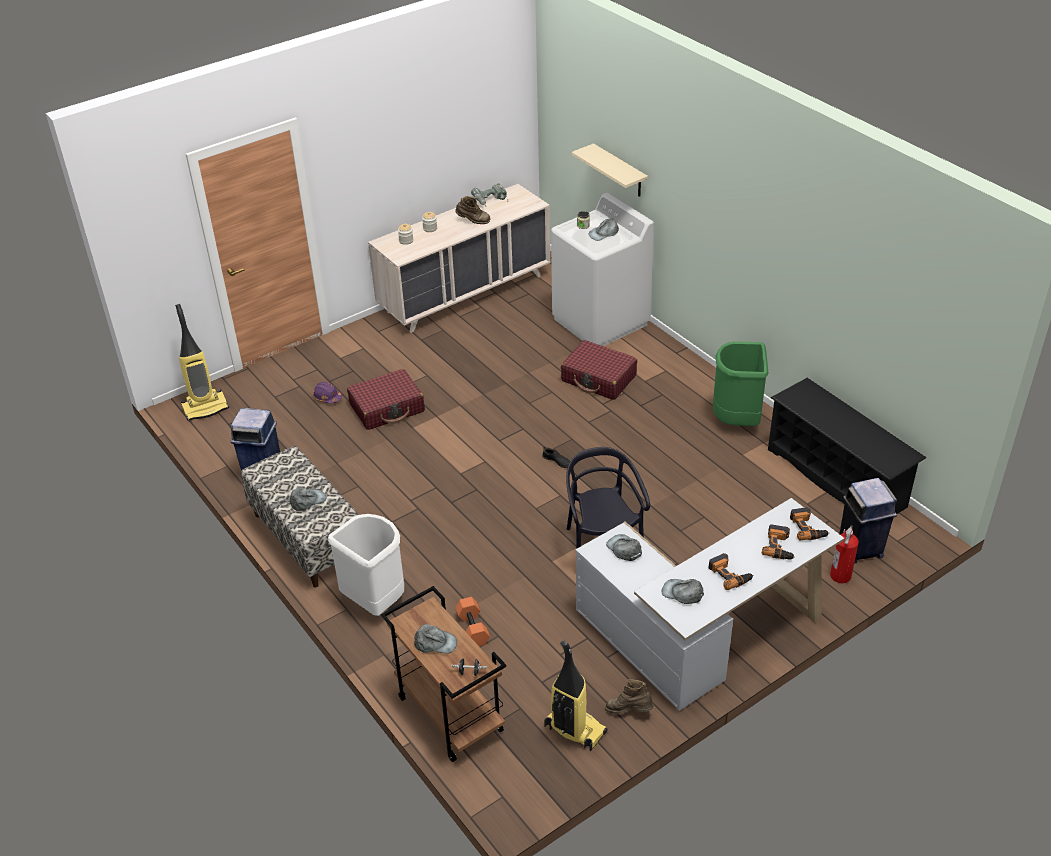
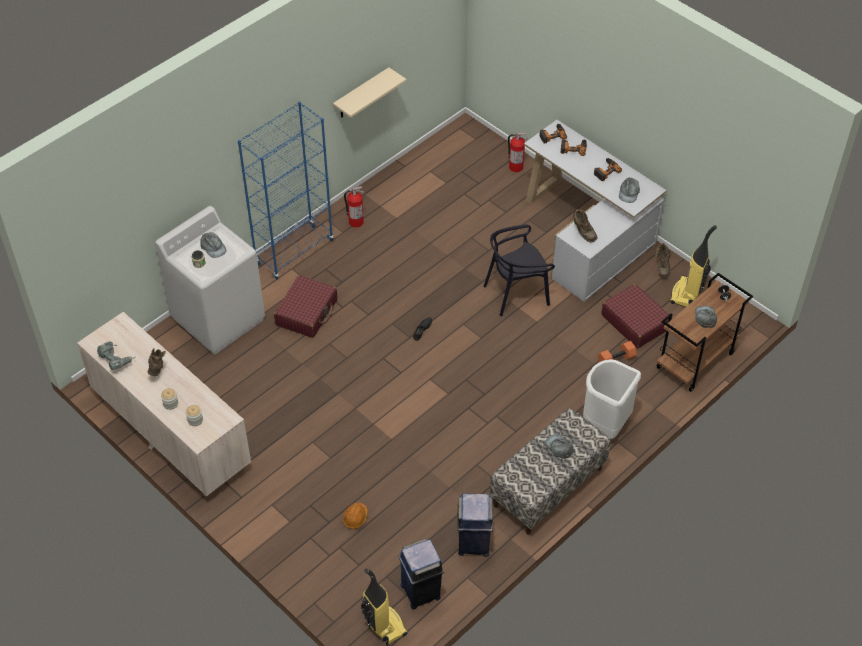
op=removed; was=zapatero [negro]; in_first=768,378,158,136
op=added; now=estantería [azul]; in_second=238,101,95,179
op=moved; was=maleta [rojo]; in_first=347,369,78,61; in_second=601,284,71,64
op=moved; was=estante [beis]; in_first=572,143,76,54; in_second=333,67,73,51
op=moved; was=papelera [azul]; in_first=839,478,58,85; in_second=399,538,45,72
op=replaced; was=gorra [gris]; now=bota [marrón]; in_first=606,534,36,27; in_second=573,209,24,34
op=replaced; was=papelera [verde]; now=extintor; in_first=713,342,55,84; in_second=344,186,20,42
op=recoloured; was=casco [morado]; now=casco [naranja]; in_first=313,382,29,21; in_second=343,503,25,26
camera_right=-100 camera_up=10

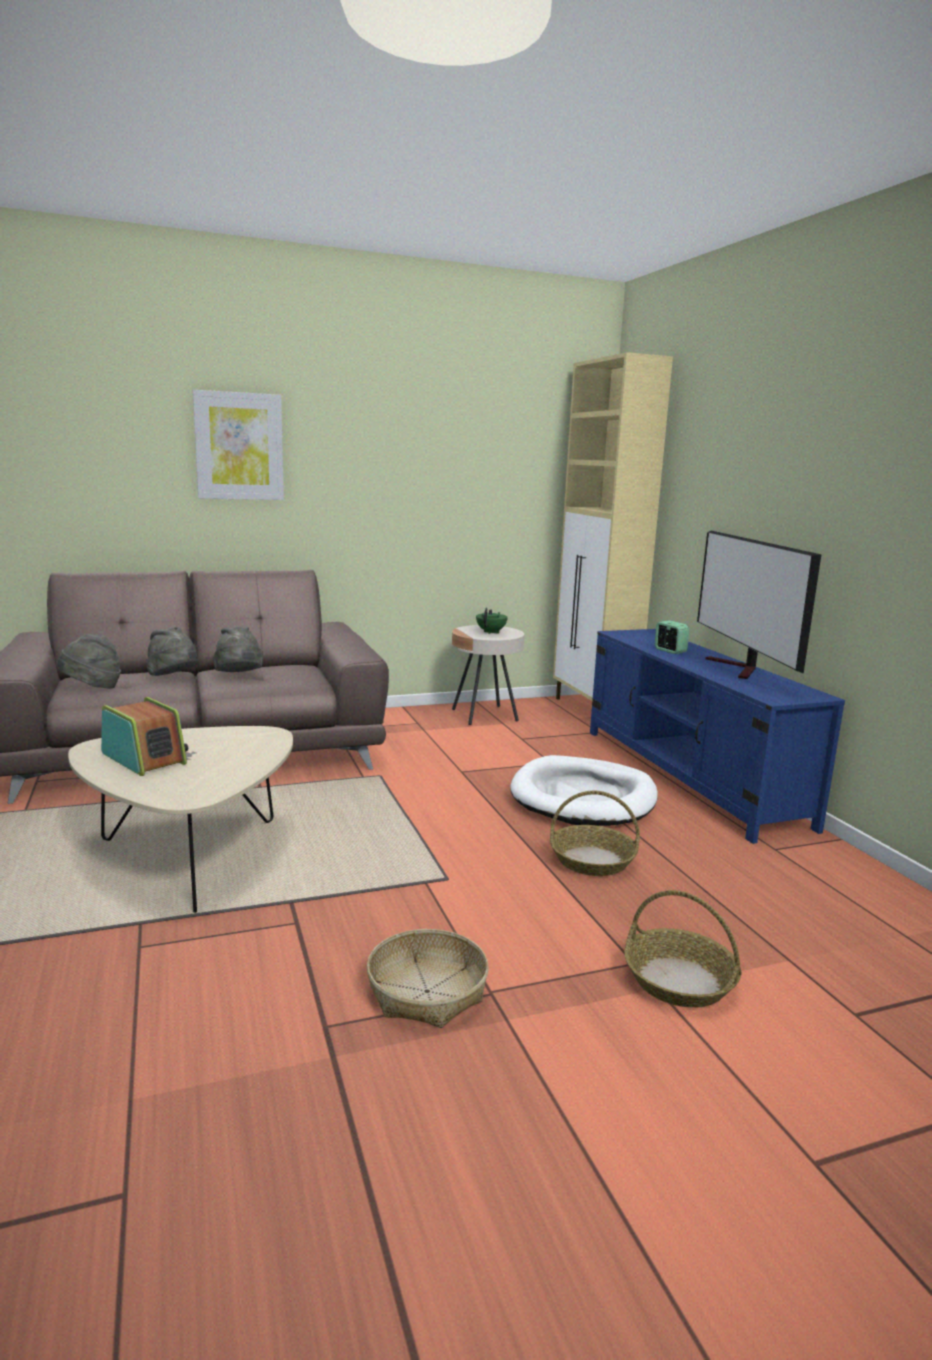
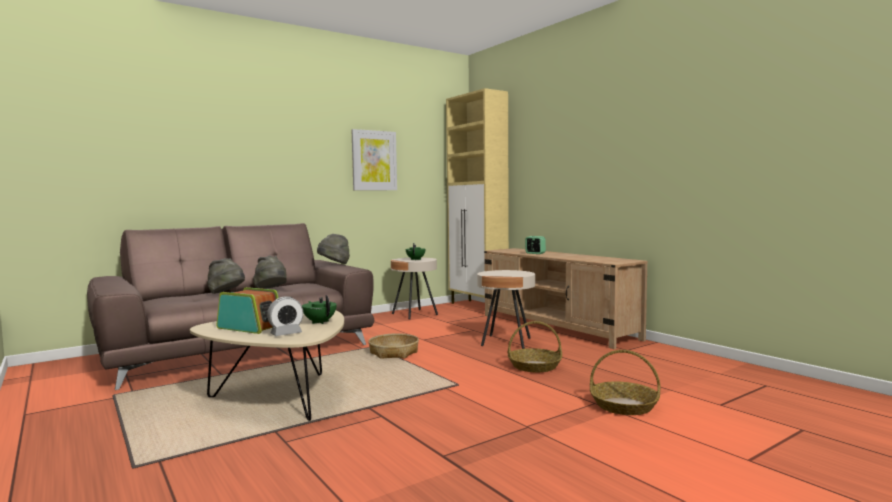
op=removed; was=televisor; in_first=697,531,124,148
op=added; now=despertador; in_second=267,296,36,40
op=added; now=tetera [verde]; in_second=302,295,35,29
op=moved; was=sombrero [gris]; in_first=58,634,63,55; in_second=317,234,33,30
op=moved; was=cuadro; in_first=193,390,91,110; in_second=351,129,46,61
op=moved; was=cesta; in_first=367,929,122,99; in_second=368,333,51,25
op=replaced; was=cama para perro [blanco]; now=mesa auxiliar [beis]; in_first=510,755,148,71; in_second=477,270,58,79
op=recoloured; was=mueble de televisión [azul]; now=mueble de televisión [beis]; in_first=590,629,255,215; in_second=484,248,164,101
camera_right=-15 camera_up=-10

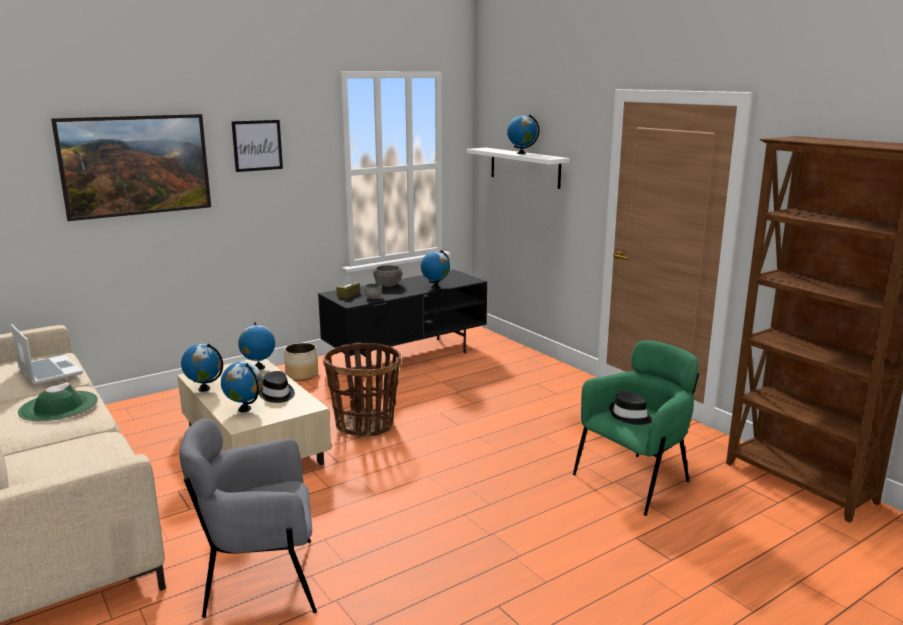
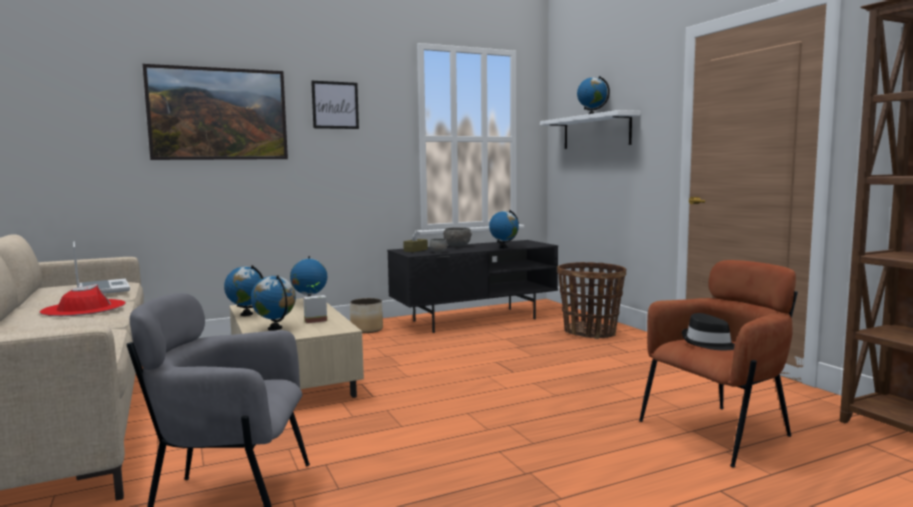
op=moved; was=cesta; in_first=323,342,78,95; in_second=557,262,69,77
op=replaced; was=sombrero [negro]; now=planta en maceta; in_first=259,371,36,32; in_second=303,282,24,41
op=recoloured; was=sombrero [verde]; now=sombrero [rojo]; in_first=18,382,80,39; in_second=39,284,87,33
op=recoloured; was=sillón [verde]; now=sillón [marrón]; in_first=573,340,126,176; in_second=639,260,159,208
camera_right=10 camera_up=-10

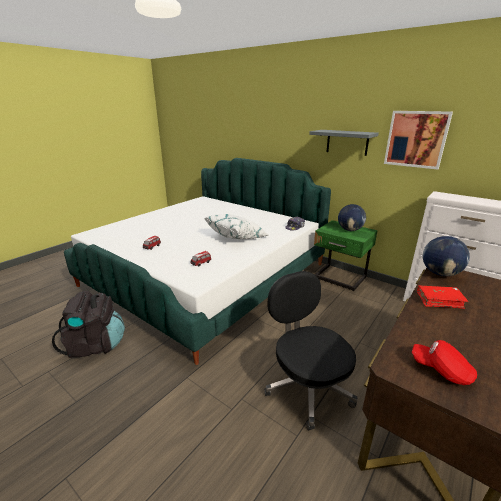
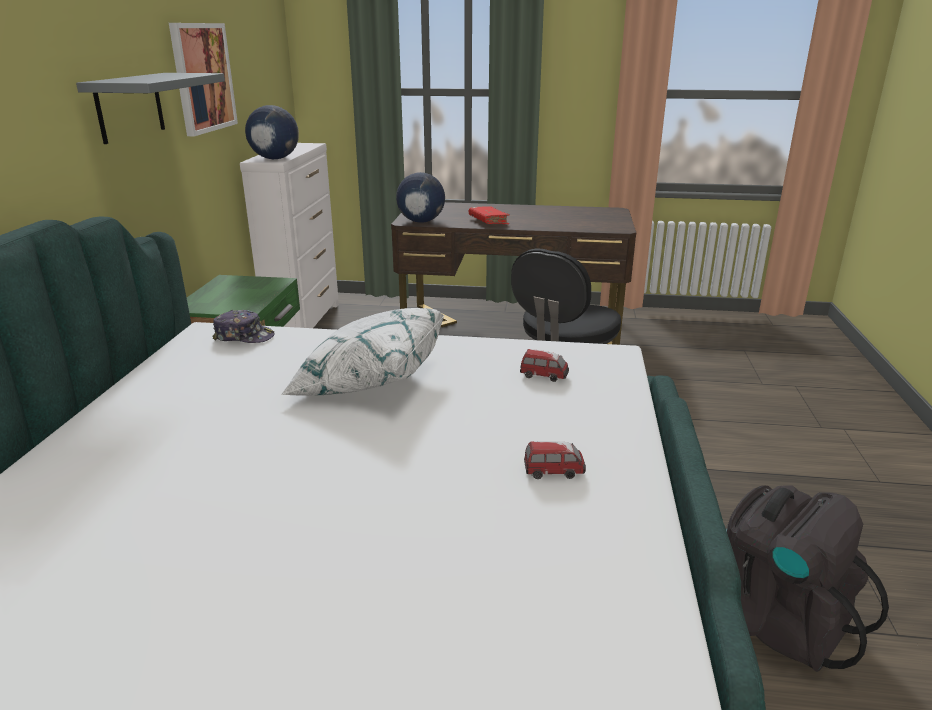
op=removed; was=gorra [rojo]; in_first=412,340,65,45
op=moved; was=globo terráqueo; in_first=338,204,28,27; in_second=245,105,54,54
camera_right=-120 camera_up=0

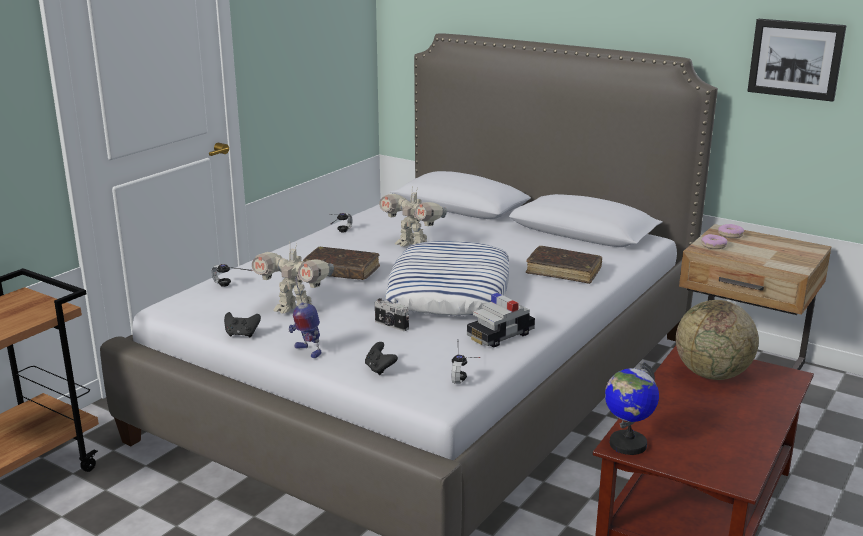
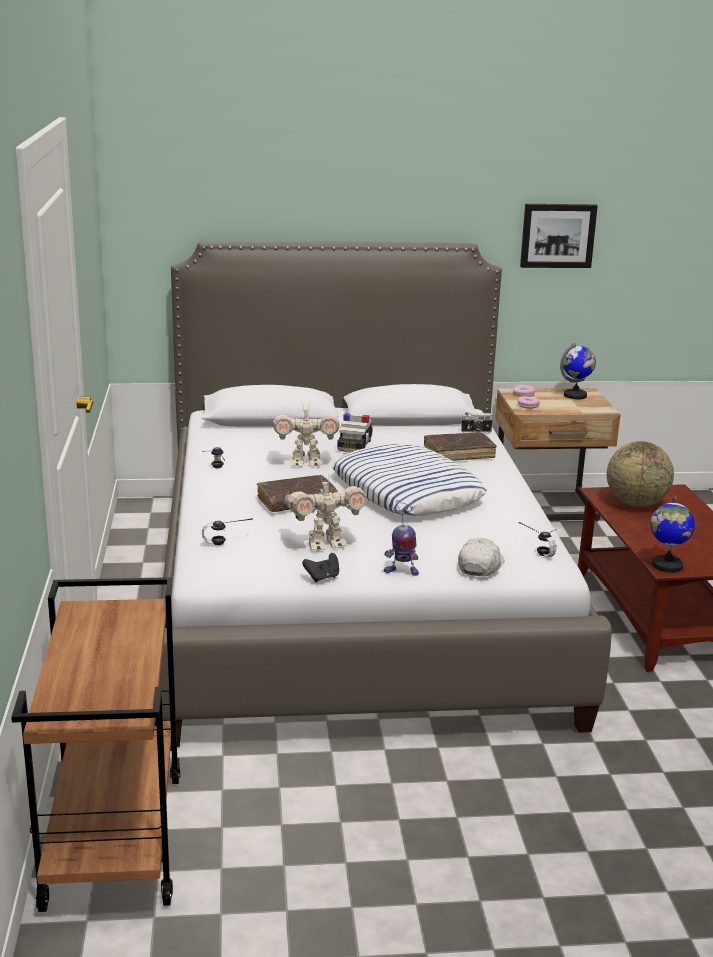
op=added; now=globo terráqueo; in_second=560,343,36,56
op=moved; was=cámara; in_first=375,298,34,33; in_second=461,412,32,21
op=moved; was=coche de juguete; in_first=467,293,68,55; in_second=337,413,36,40
op=replaced; was=mando de consola [negro]; now=gorra [blanco]; in_first=365,342,33,33; in_second=458,538,47,38
camera_right=-40 camera_up=0

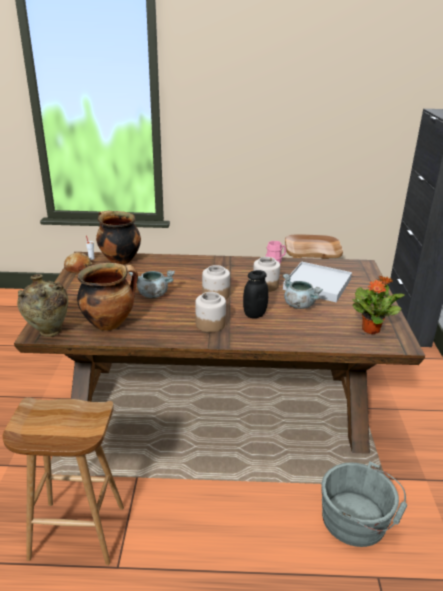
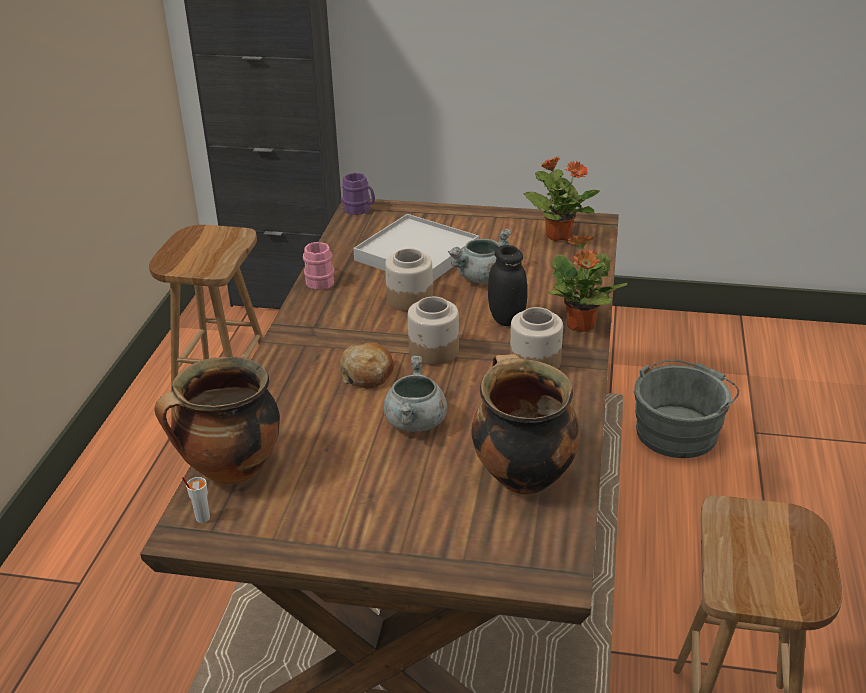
op=removed; was=florero [beis]; in_first=17,274,51,63
op=added; now=taza grande [morado]; in_second=342,173,33,42
op=added; now=planta en maceta; in_second=547,235,80,97
op=moved; was=pan; in_first=64,252,28,22; in_second=339,342,55,47
camera_right=-80 camera_up=5

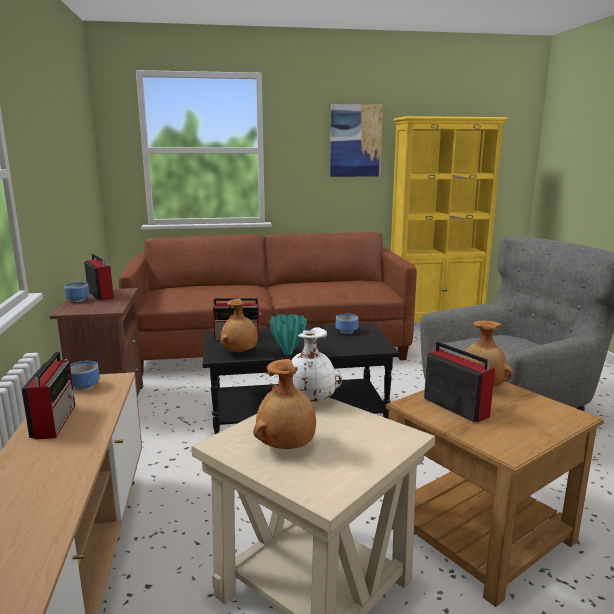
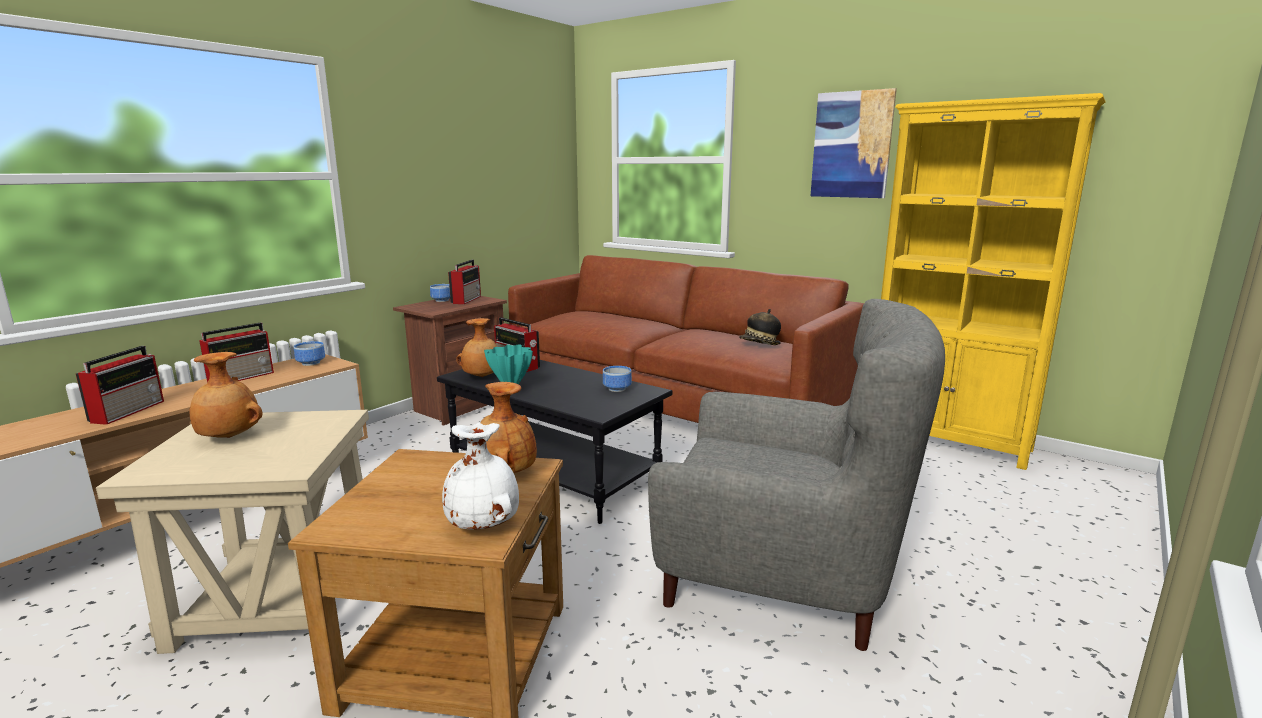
op=added; now=sombrero; in_second=739,309,42,36
op=moved; was=florero [blanco]; in_first=291,327,51,75; in_second=442,423,77,106
op=moved; was=radio; in_first=424,342,71,80; in_second=76,346,88,79
camera_right=45 camera_up=0

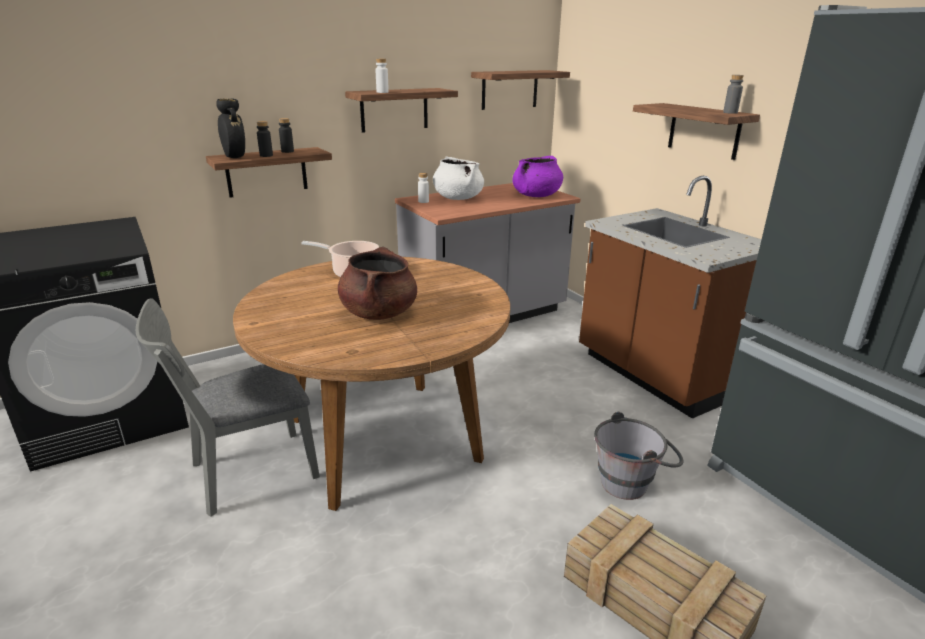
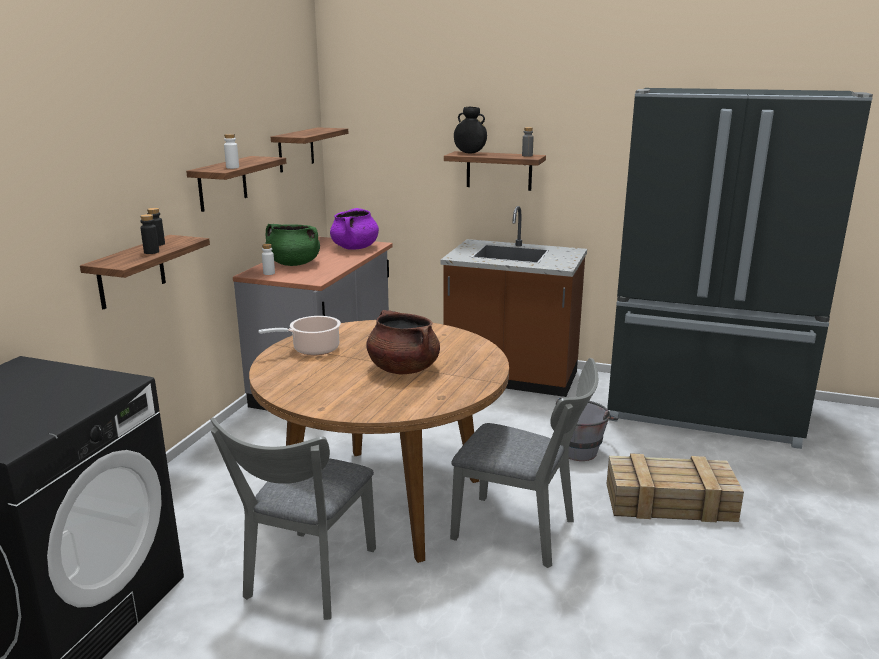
op=added; now=silla [gris]; in_second=450,358,148,210
op=moved; was=florero [negro]; in_first=216,99,29,59; in_second=454,107,33,46
op=recoloured; was=olla [blanco]; now=olla [verde]; in_first=433,156,51,44; in_second=265,224,55,42
camera_right=-40 camera_up=-5

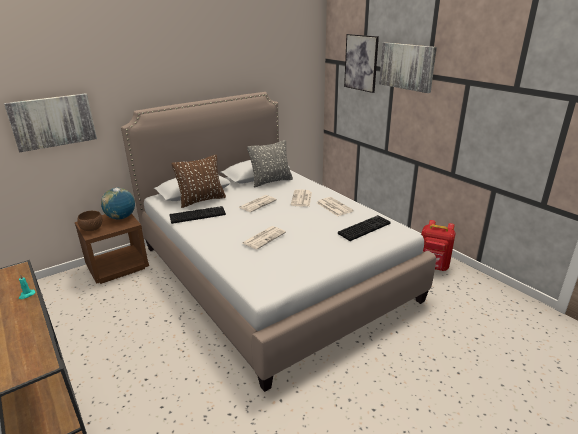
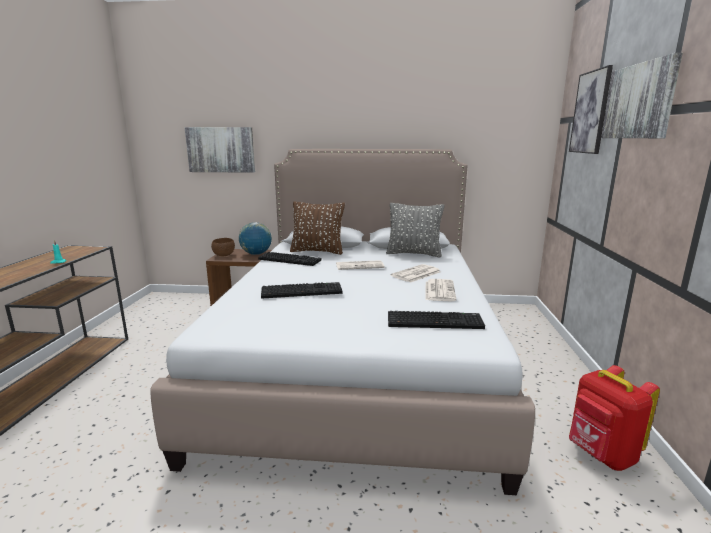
op=replaced; was=periódico; now=teclado; in_first=243,226,43,23; in_second=261,282,81,17
camera_right=40 camera_up=-10

